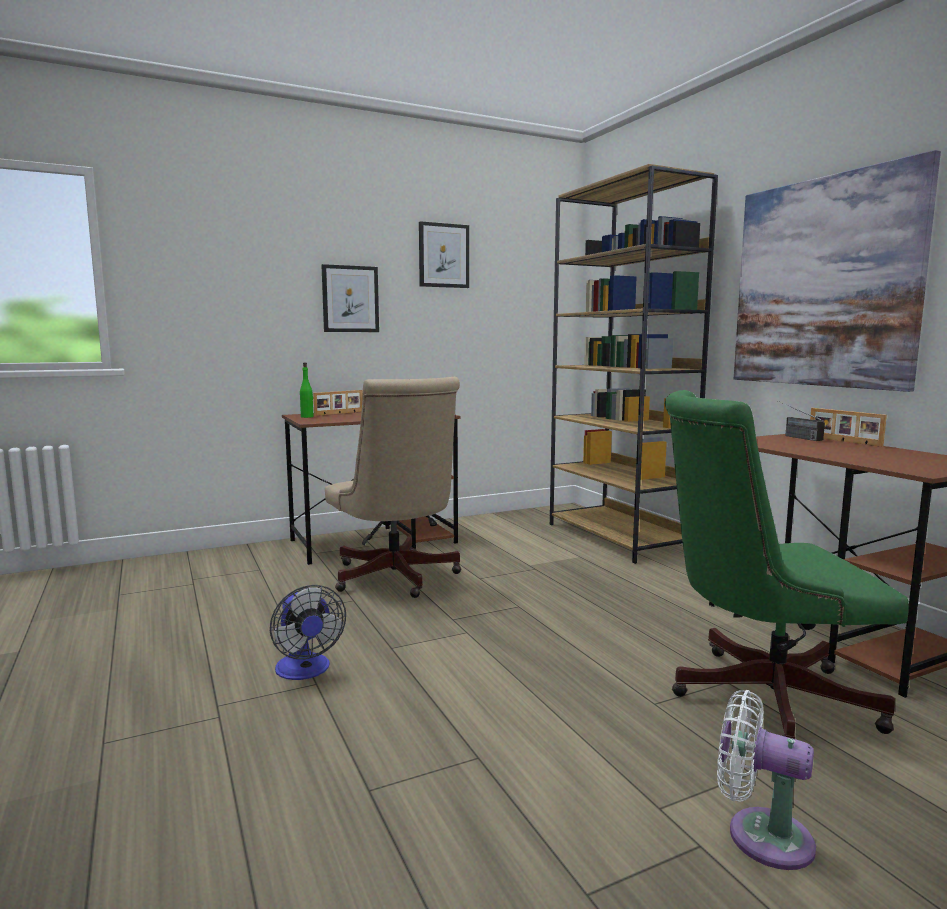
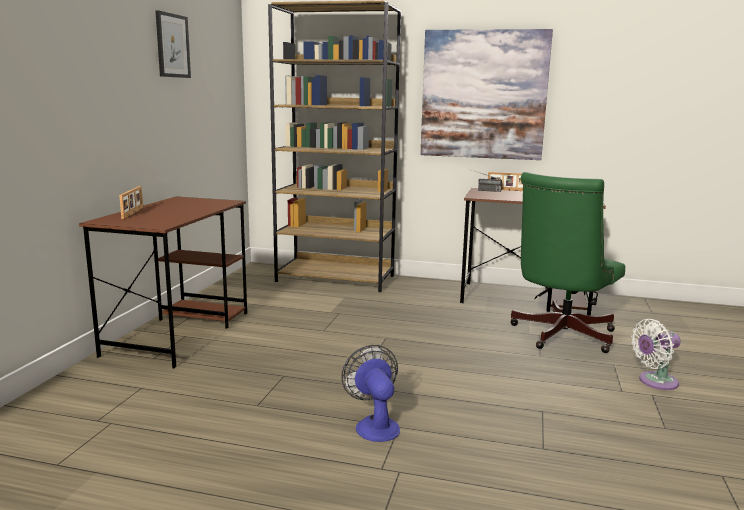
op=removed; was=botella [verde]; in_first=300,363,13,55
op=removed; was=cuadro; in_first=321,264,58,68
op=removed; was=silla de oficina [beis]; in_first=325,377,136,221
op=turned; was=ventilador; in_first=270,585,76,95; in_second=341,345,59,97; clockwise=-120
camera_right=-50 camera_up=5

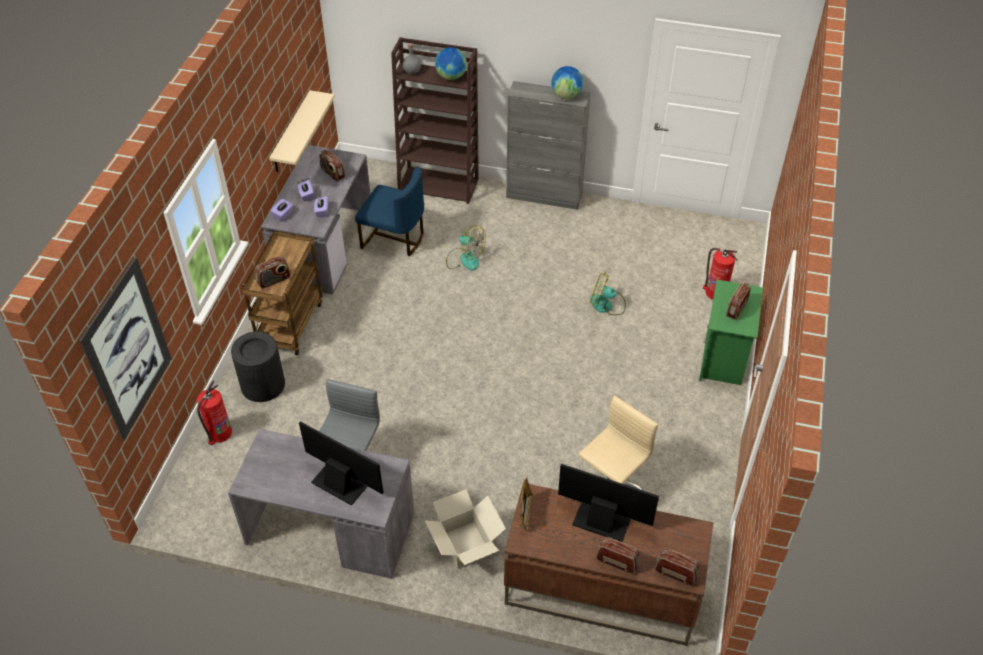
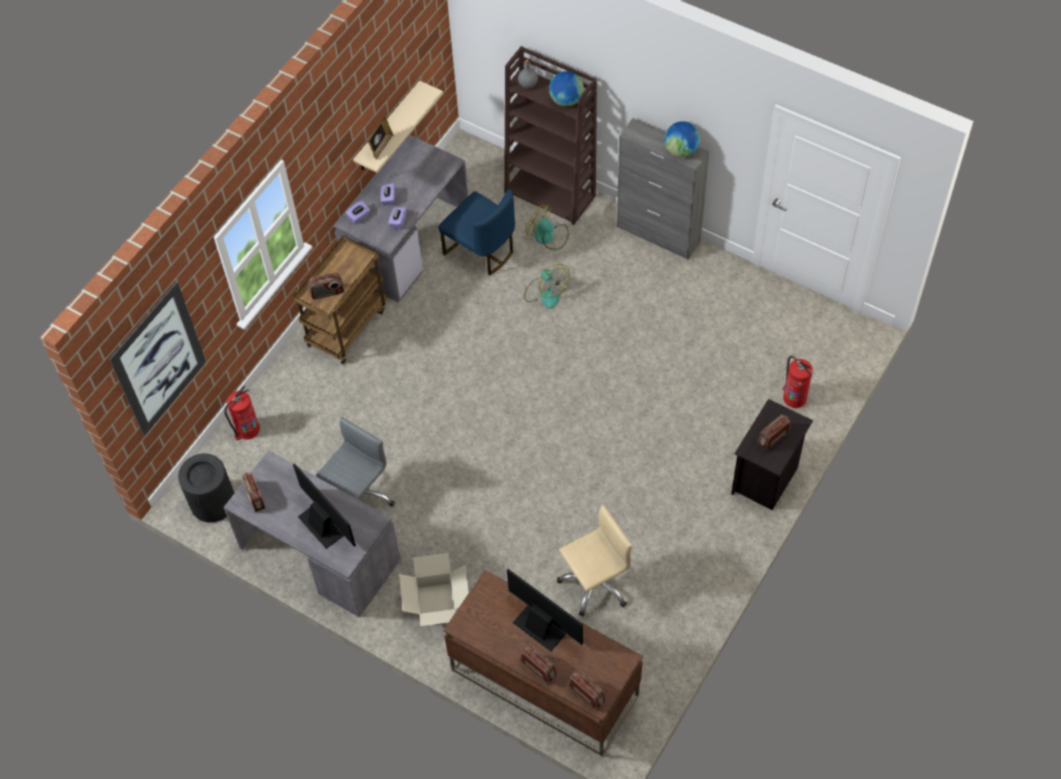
op=moved; was=papelera [negro]; in_first=231,331,54,71; in_second=178,453,56,70
op=moved; was=radio; in_first=319,150,26,31; in_second=241,472,24,40
op=moved; was=portarretratos; in_first=519,477,15,55; in_second=368,116,26,44
op=moved; was=ventilador; in_first=590,272,36,43; in_second=525,204,44,46
op=recoloured; was=mesita de noche [verde]; now=mesita de noche [negro]; in_first=699,279,64,106; in_second=731,399,82,111
camera_right=20 camera_up=10

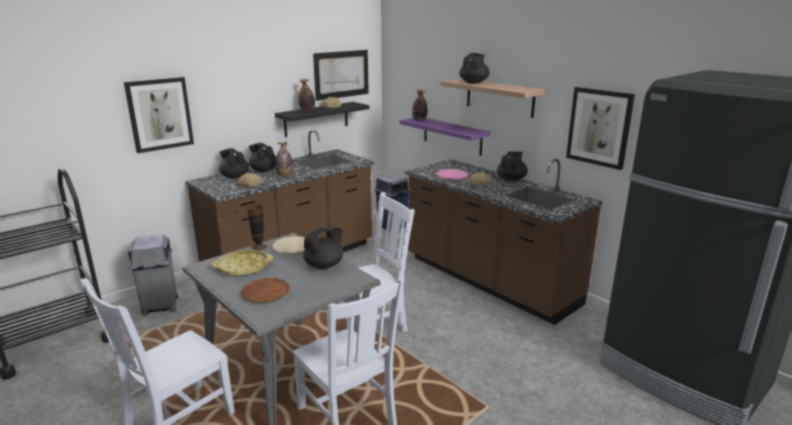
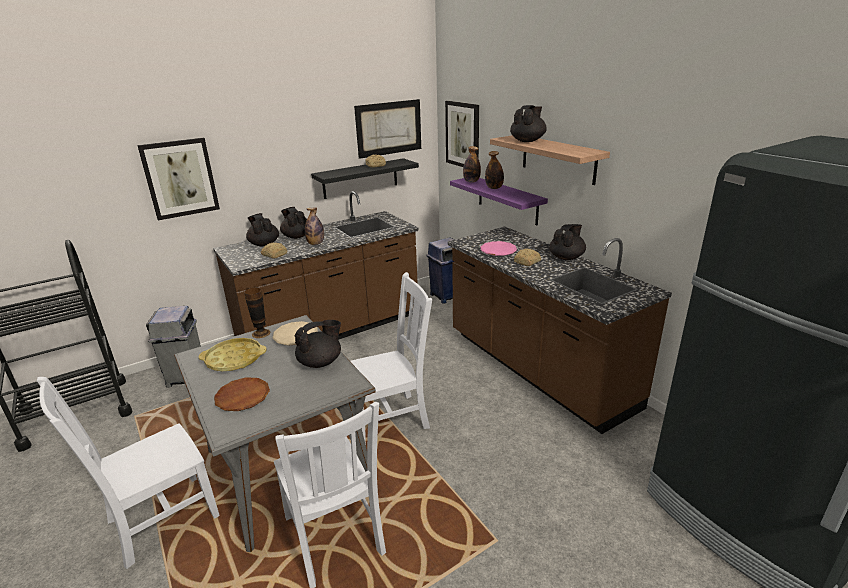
op=moved; was=botella; in_first=299,79,16,33; in_second=485,151,19,38
op=moved; was=cuadro; in_first=566,87,69,83; in_second=445,101,34,66
camera_right=10 camera_up=5

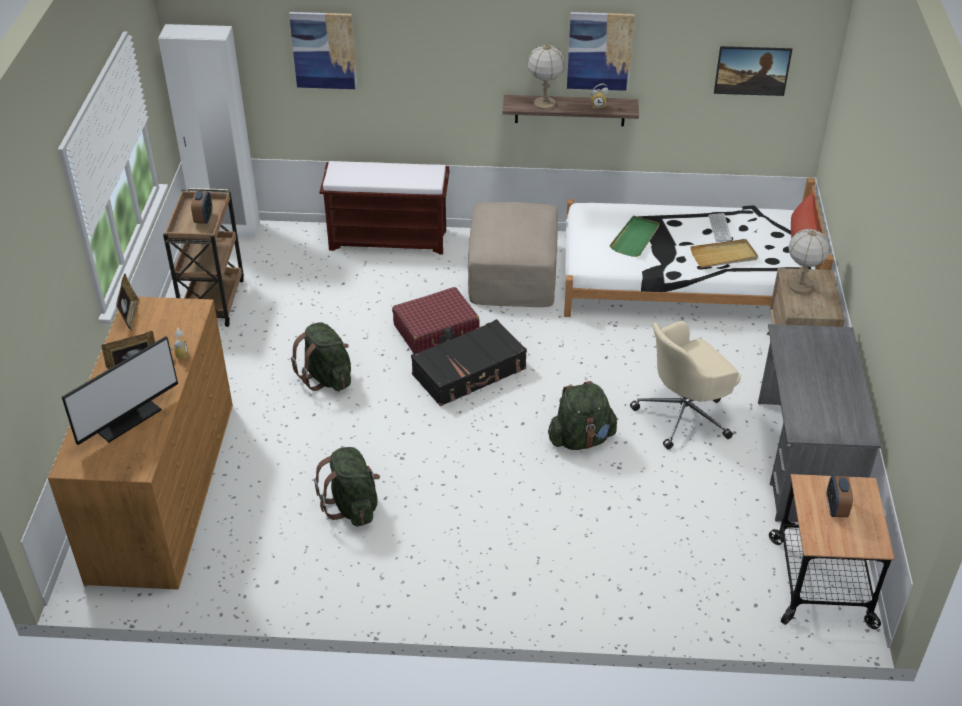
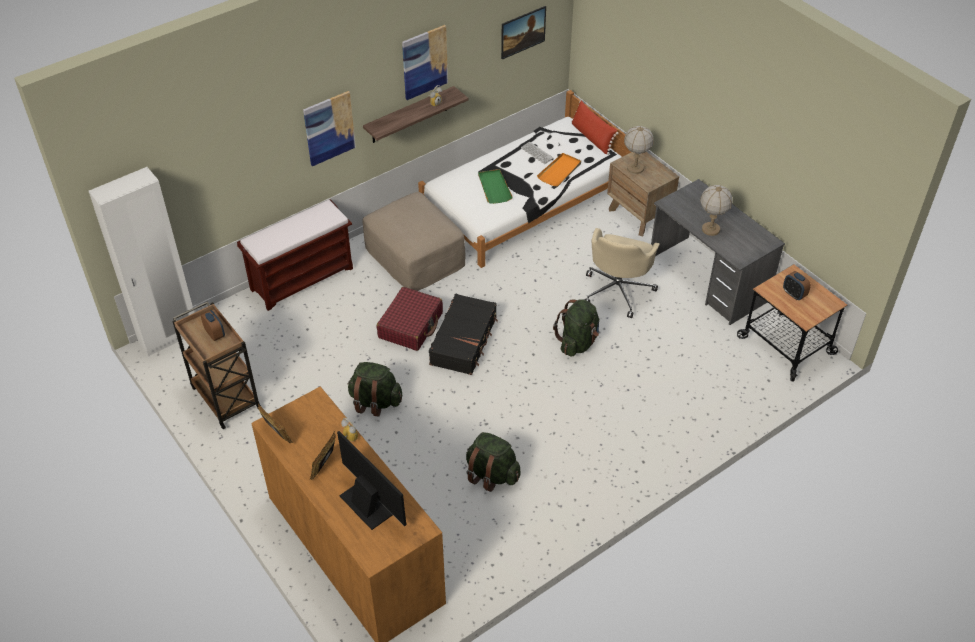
op=moved; was=cuadro; in_first=289,12,68,77; in_second=303,91,53,75
op=moved; was=lámpara de mesa; in_first=527,45,38,65; in_second=700,185,33,51
op=recoloured; was=bandeja [beis]; now=bandeja [naranja]; in_first=690,239,68,29; in_second=537,153,44,33
op=turned; was=monitor; in_first=62,336,116,109; in_second=337,431,70,99; clockwise=-45
camera_right=-40 camera_up=5

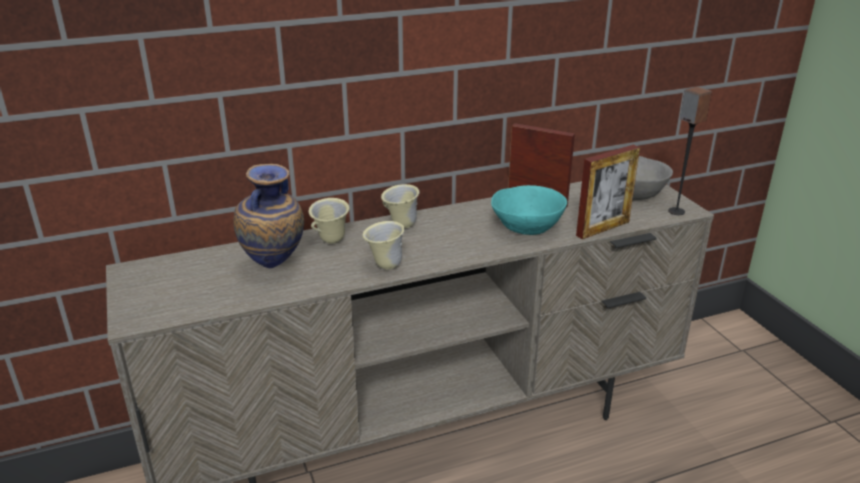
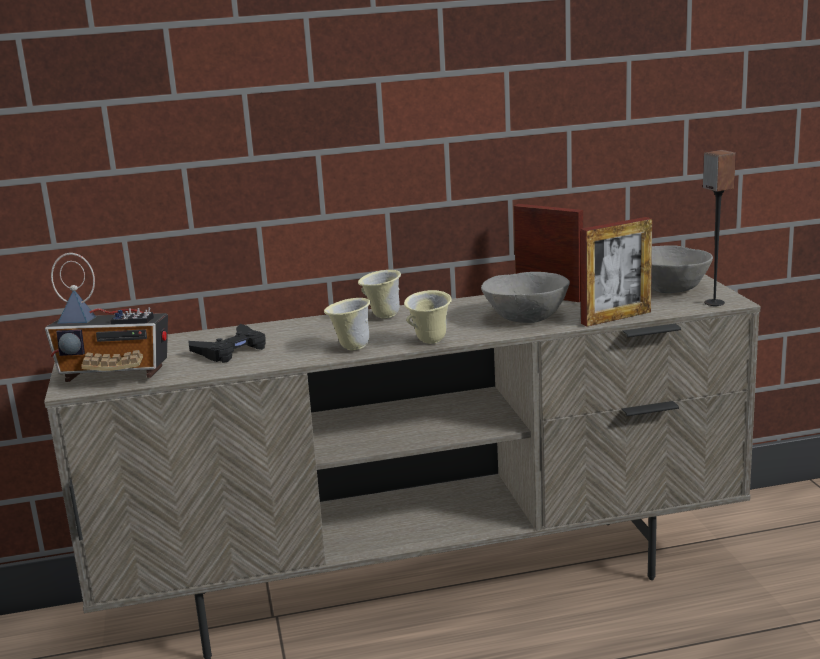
op=added; now=radio; in_second=45,253,123,129
op=moved; was=taza grande [beis]; in_first=309,198,40,46; in_second=404,290,48,54
op=replaced; was=florero; now=mando de consola [negro]; in_first=233,164,71,104; in_second=188,324,78,39
op=recoloured; was=cuenco [turquesa]; now=cuenco [gris]; in_first=491,185,76,50; in_second=481,272,89,51
camera_right=10 camera_up=-10

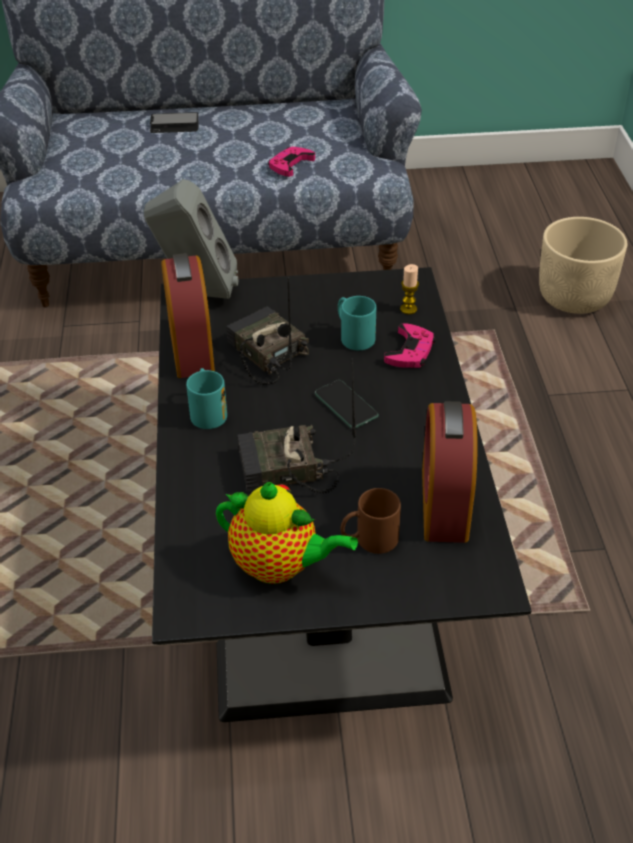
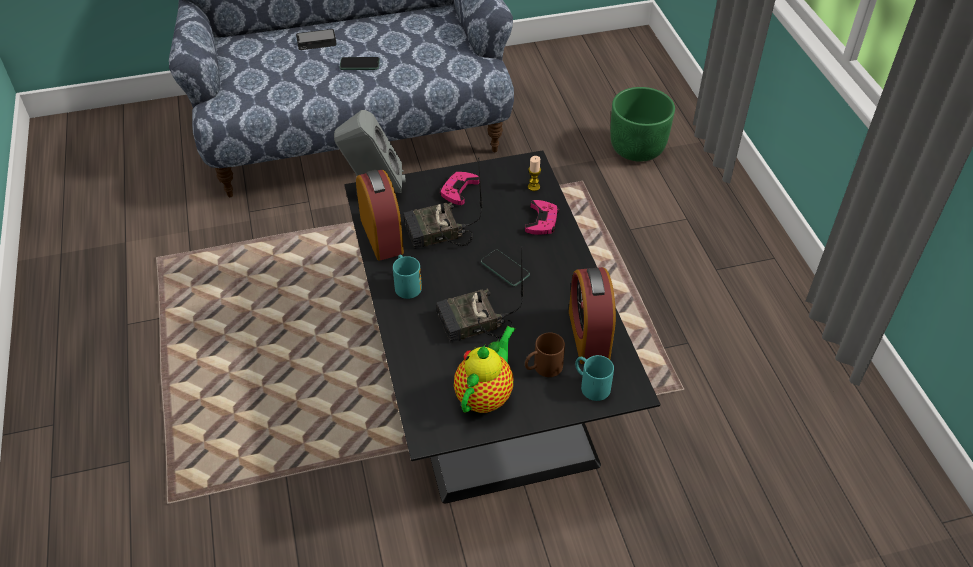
op=added; now=móvil; in_second=340,57,40,13
op=moved; was=mando de consola [rosa]; in_first=268,147,47,30; in_second=440,172,39,33
op=moved; was=taza grande [turquesa]; in_first=338,296,38,54; in_second=575,355,39,46
op=recoloured; was=maceta [beis]; now=maceta [verde]; in_first=539,217,89,97; in_second=610,87,65,75
op=turned; was=tetera; in_first=216,482,142,102; in_second=454,325,62,88; clockwise=-75
op=turned; was=radio; in_first=226,277,83,108; in_second=403,157,79,92; clockwise=-60
camera_right=-10 camera_up=5

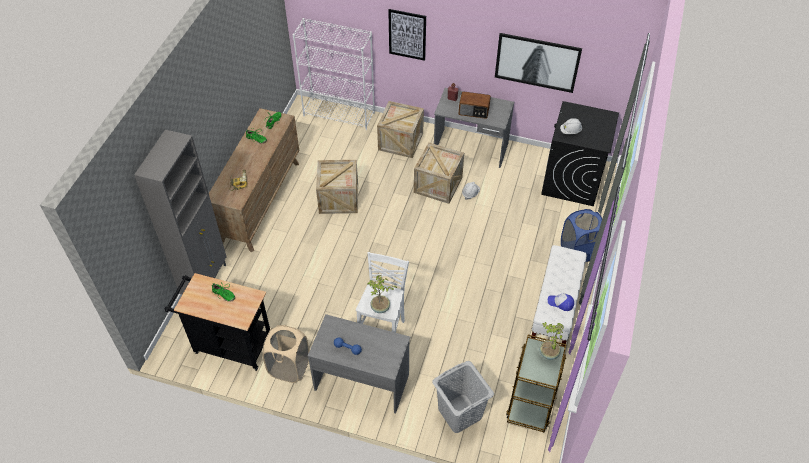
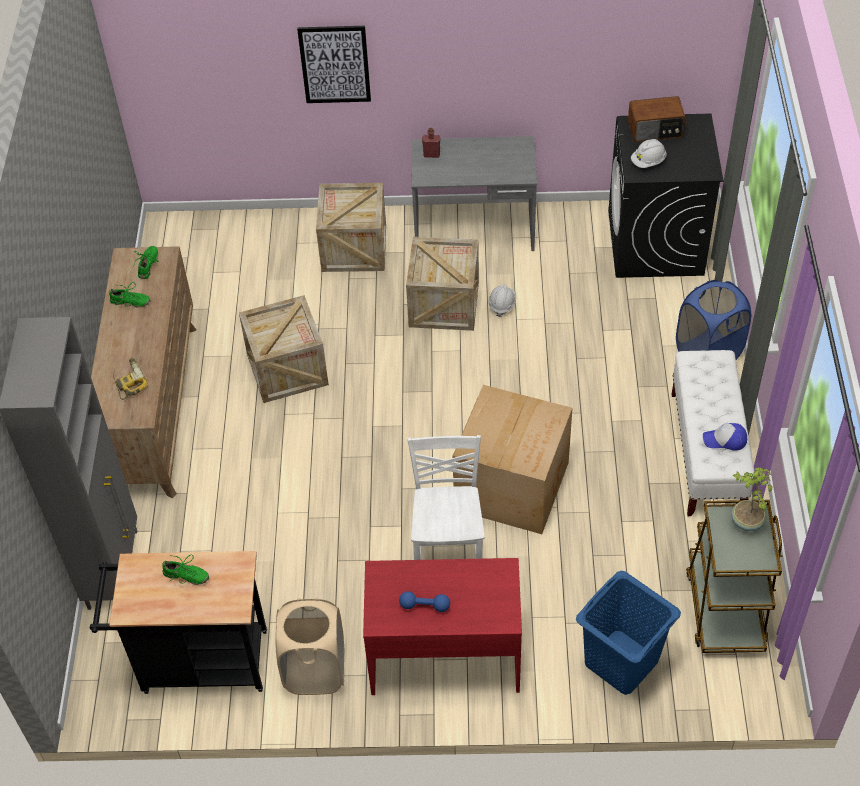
op=removed; was=estantería [blanco]; in_first=293,18,82,112
op=removed; was=planta en maceta; in_first=367,275,30,38
op=removed; was=cuadro; in_first=495,33,87,60
op=added; now=caja de cartón; in_second=452,385,120,149
op=moved; was=radio; in_first=459,91,32,28; in_second=628,96,58,46
op=recoloured; was=escritorio [gris]; now=escritorio [rojo]; in_first=308,314,102,99; in_second=363,558,159,137
op=recoloured; was=cesto de la ropa [gris]; now=cesto de la ropa [azul]; in_first=432,361,62,72; in_second=576,571,105,124
camera_right=-15 camera_up=0

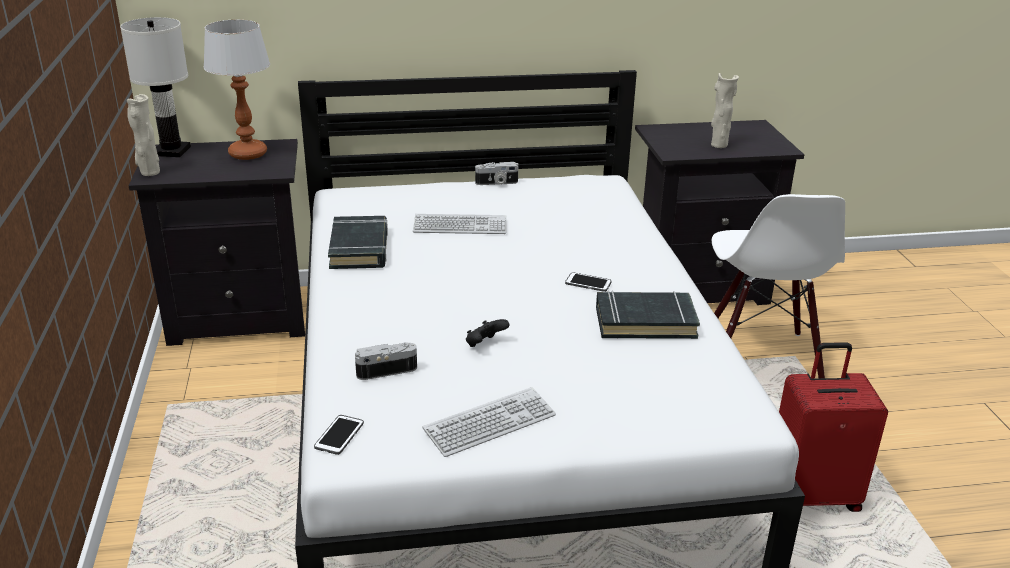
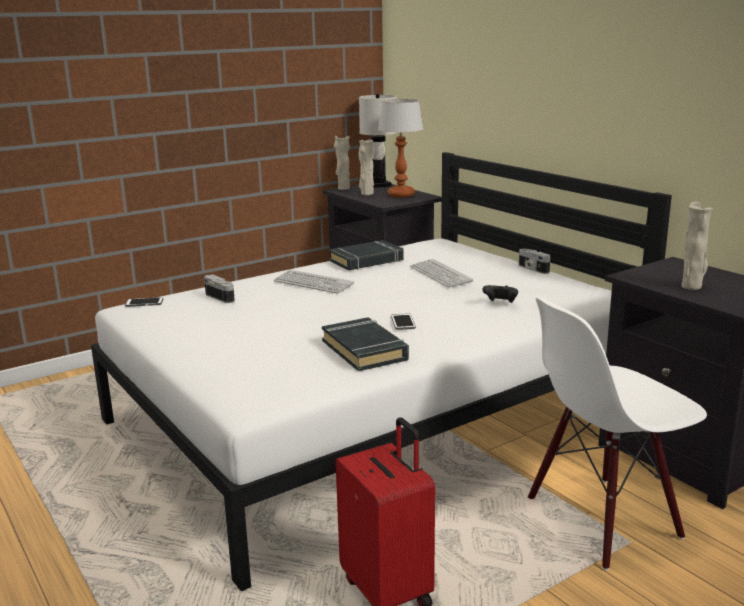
op=added; now=florero [beis]; in_second=359,139,15,56
op=moved; was=teclado; in_first=423,387,133,70; in_second=274,270,80,24
op=moved; was=mando de consola [negro]; in_first=466,319,43,28; in_second=482,285,36,18
camera_right=65 camera_up=-10

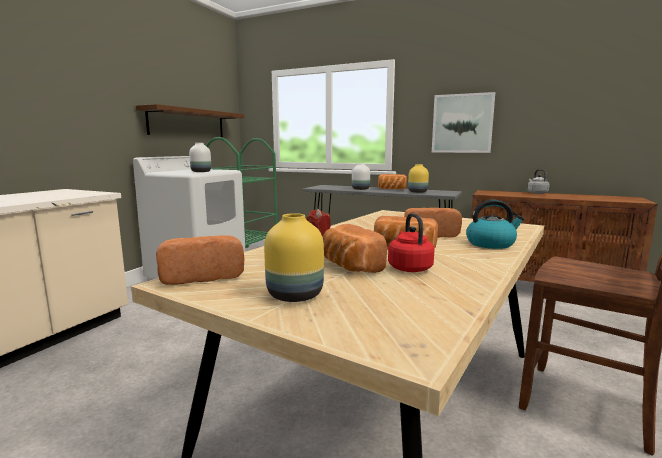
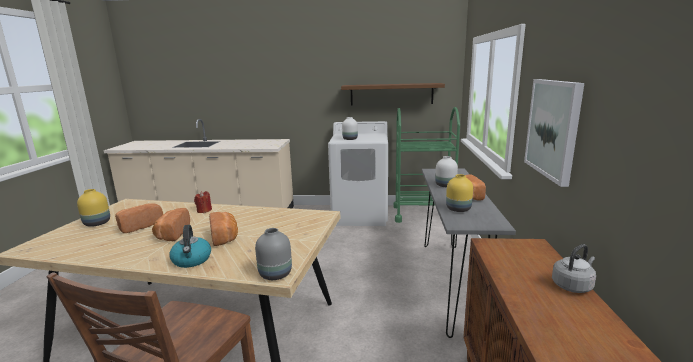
op=removed; was=pan; in_first=156,235,88,50
op=removed; was=hervidor [rojo]; in_first=388,213,46,59
op=added; now=florero [gris]; in_second=255,228,37,52
camera_right=70 camera_up=5

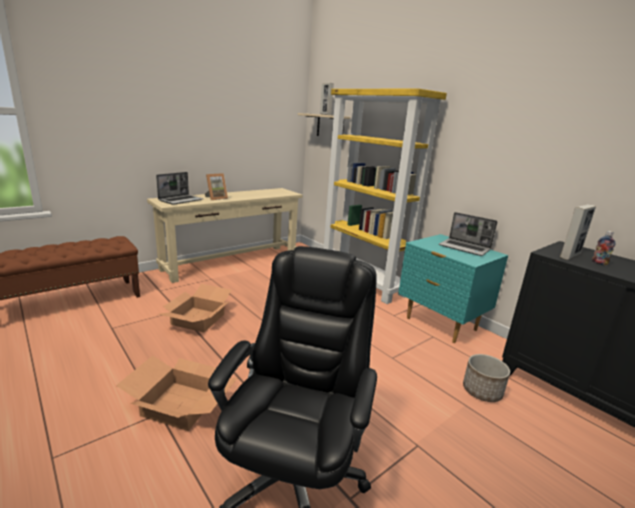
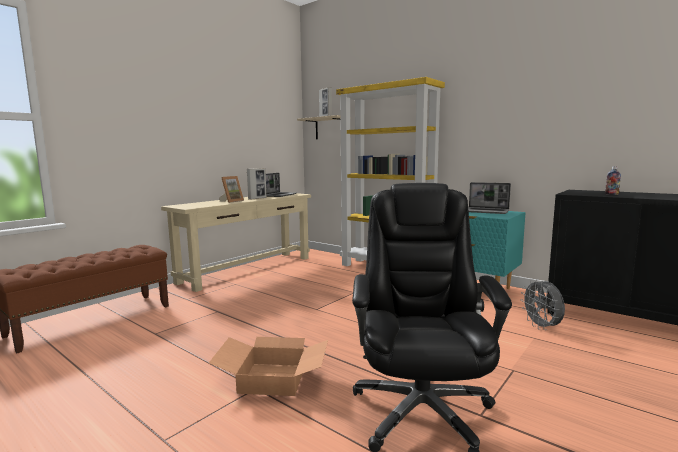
op=removed; was=caja de cartón; in_first=159,284,73,48
op=moved; was=portátil; in_first=156,172,48,33; in_second=266,173,31,24
op=moved; was=portarretratos; in_first=560,204,36,56; in_second=247,168,19,32
op=replaced; was=maceta; now=ventilador [gris]; in_first=463,354,47,48; in_second=521,279,44,51
camera_right=-10 camera_up=-10

